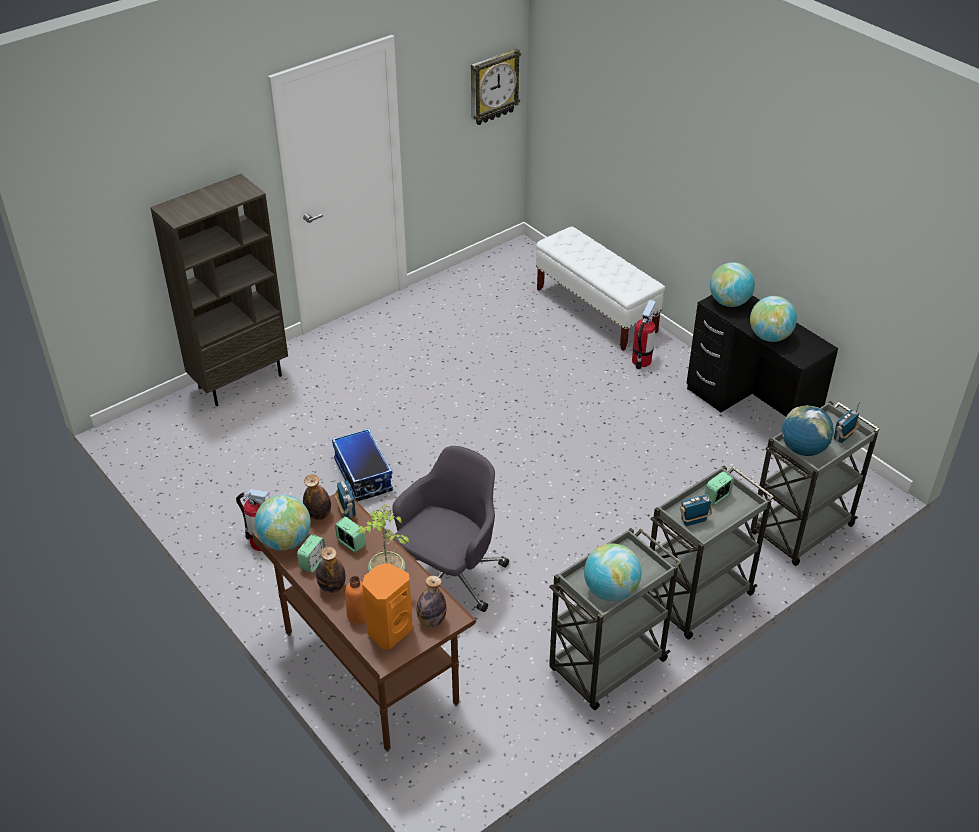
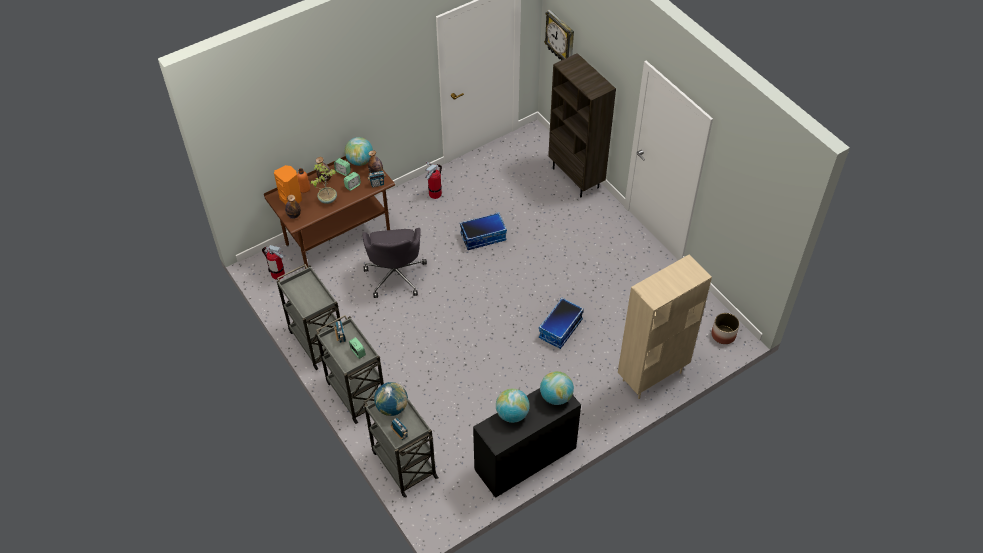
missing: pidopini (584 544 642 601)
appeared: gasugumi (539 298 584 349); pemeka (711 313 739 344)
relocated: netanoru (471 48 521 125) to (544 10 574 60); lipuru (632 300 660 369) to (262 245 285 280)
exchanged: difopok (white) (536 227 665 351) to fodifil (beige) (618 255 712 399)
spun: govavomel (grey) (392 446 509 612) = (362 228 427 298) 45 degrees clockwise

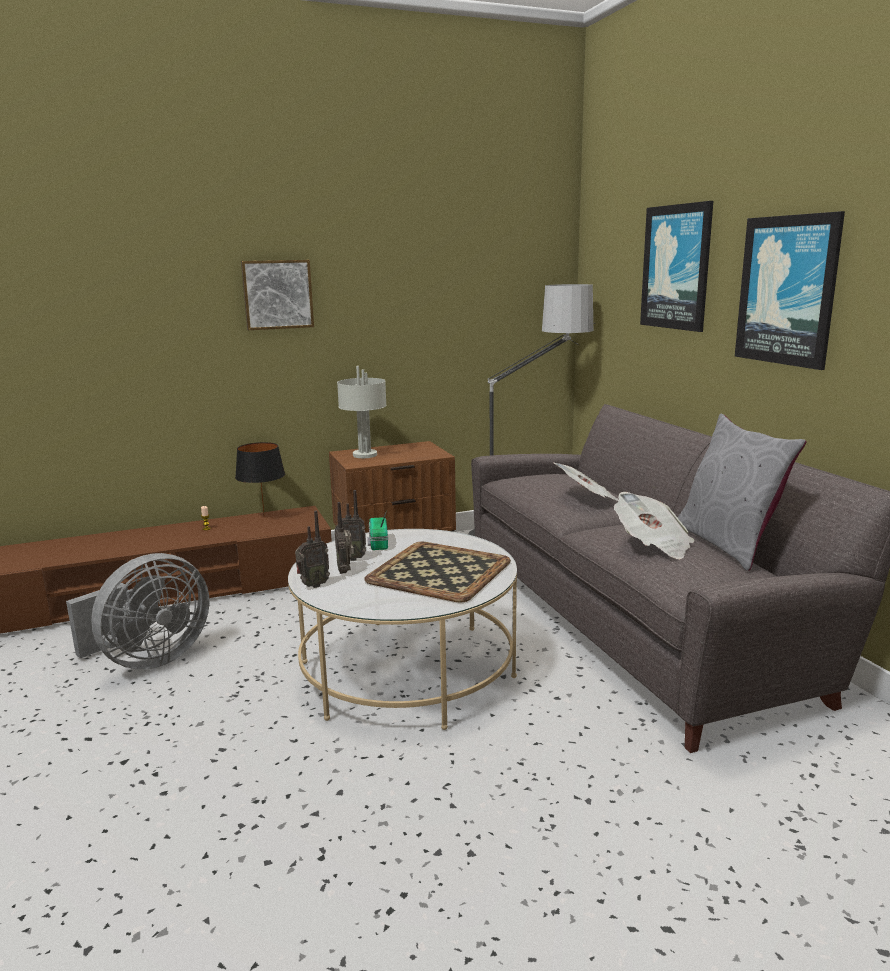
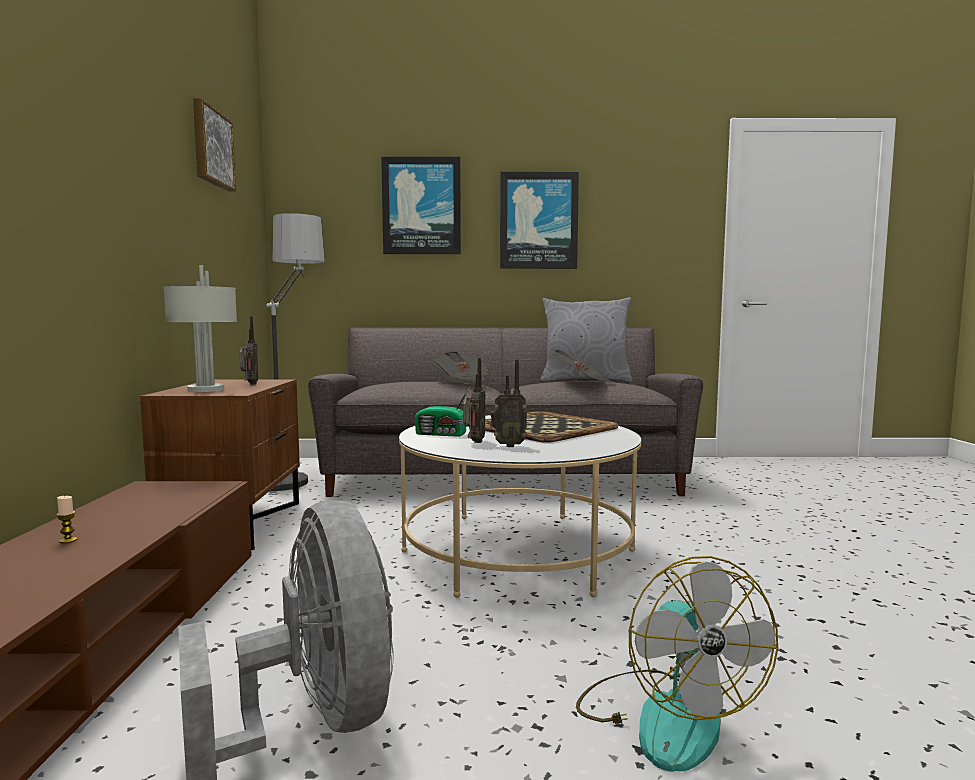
missing: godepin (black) (235 442 285 518)
appeared: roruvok (576 556 778 772)
relocated: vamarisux (241 260 314 330) to (193 98 236 192); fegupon (295 511 330 588) to (239 316 259 384)

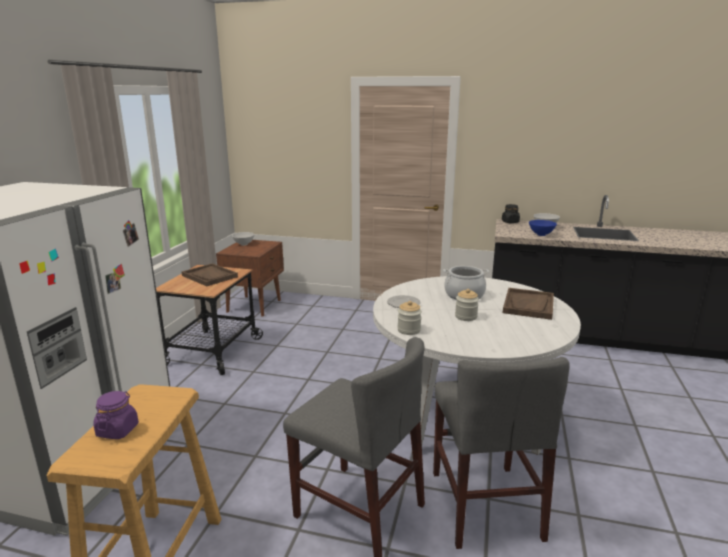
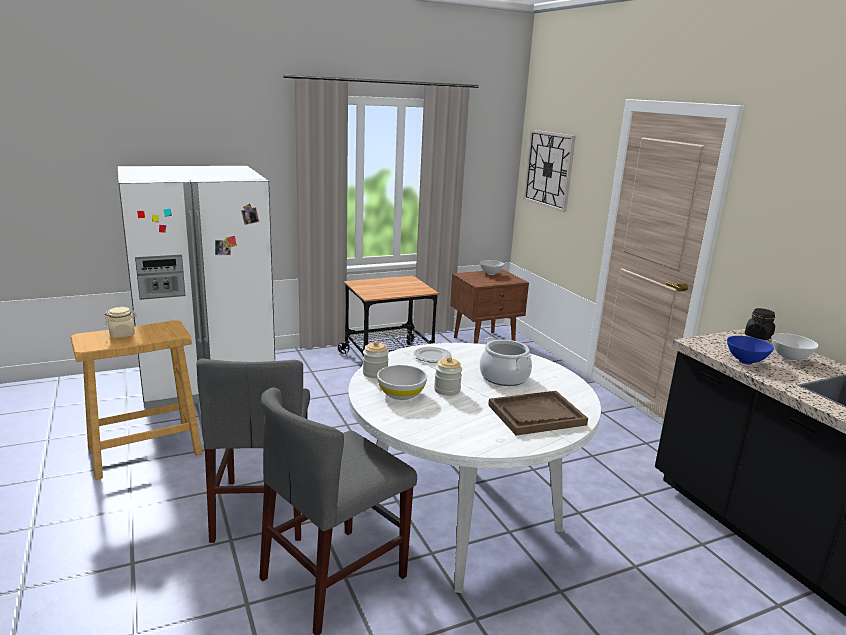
missing: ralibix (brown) (182 263 238 286)
appeared: netanoru (523 130 576 212); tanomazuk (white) (377 365 427 400)
colour: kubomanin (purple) (93 391 139 439) to kubomanin (beige) (105 307 137 338)

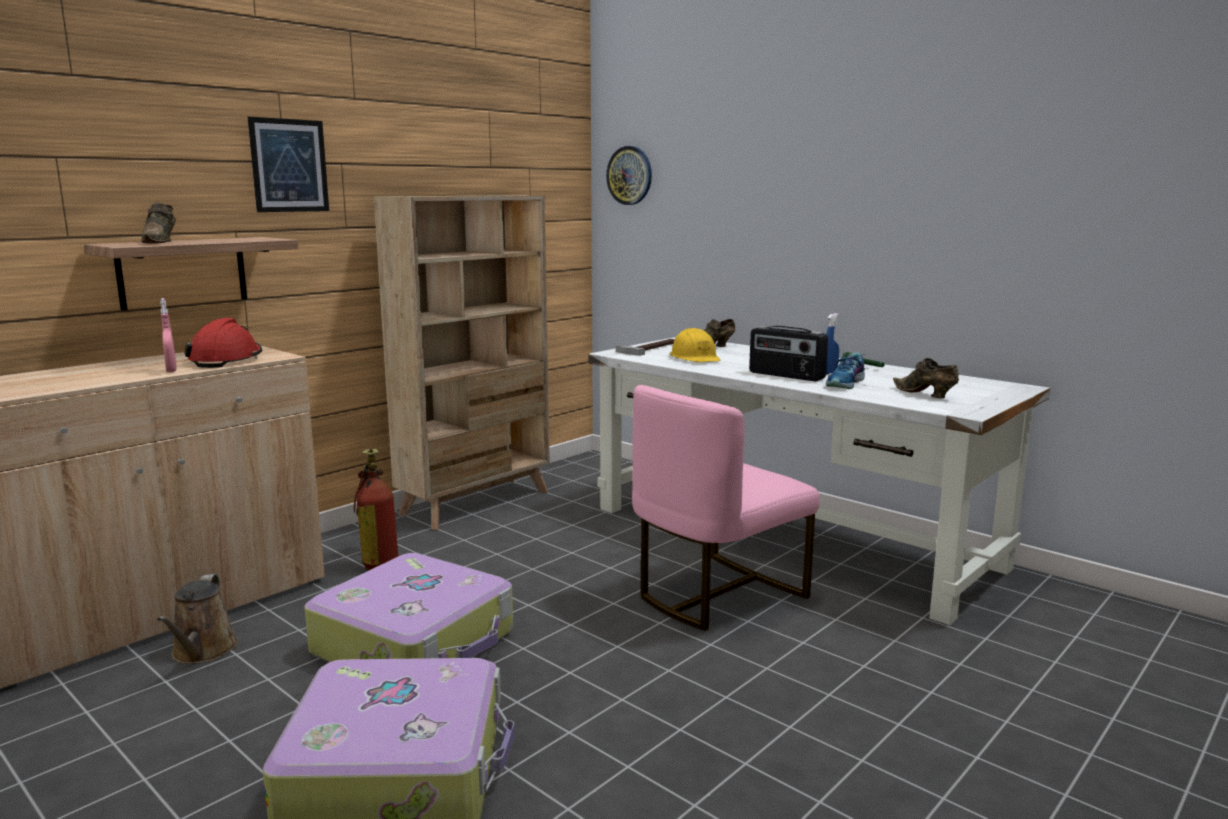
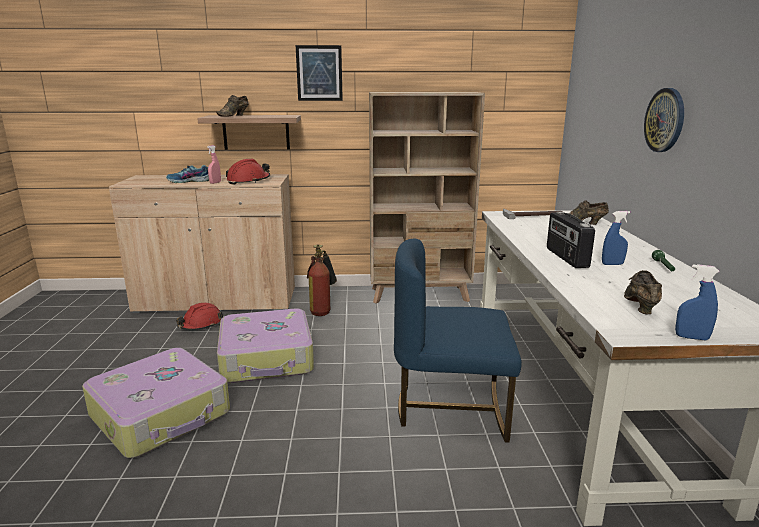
missing: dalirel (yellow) (670 328 721 362)
appeared: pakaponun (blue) (675 264 720 340)
relocated: netanoru (606 146 652 205) to (644 88 684 152); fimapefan (826 352 865 389) to (166 165 209 183)
exchanged: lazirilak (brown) (157 574 239 664) to dalirel (red) (176 303 223 330)
colour: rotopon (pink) (632 385 820 631) to rotopon (blue) (394 239 522 443)

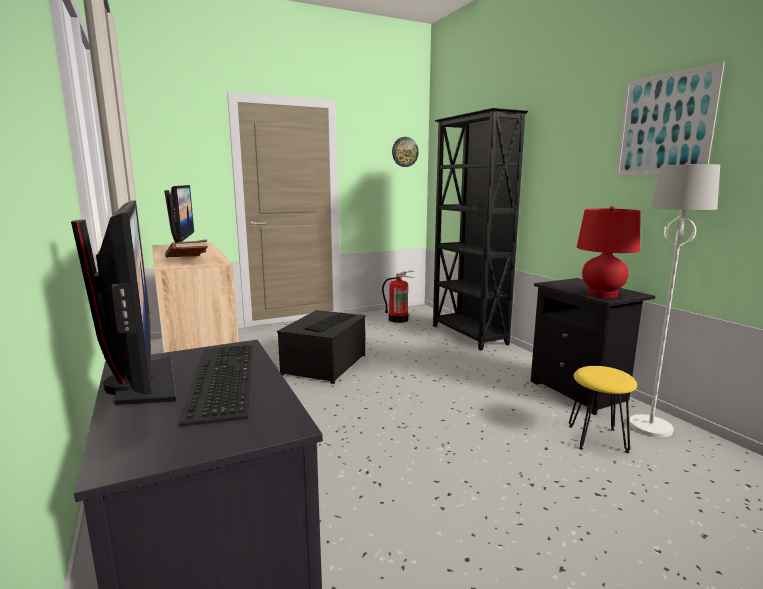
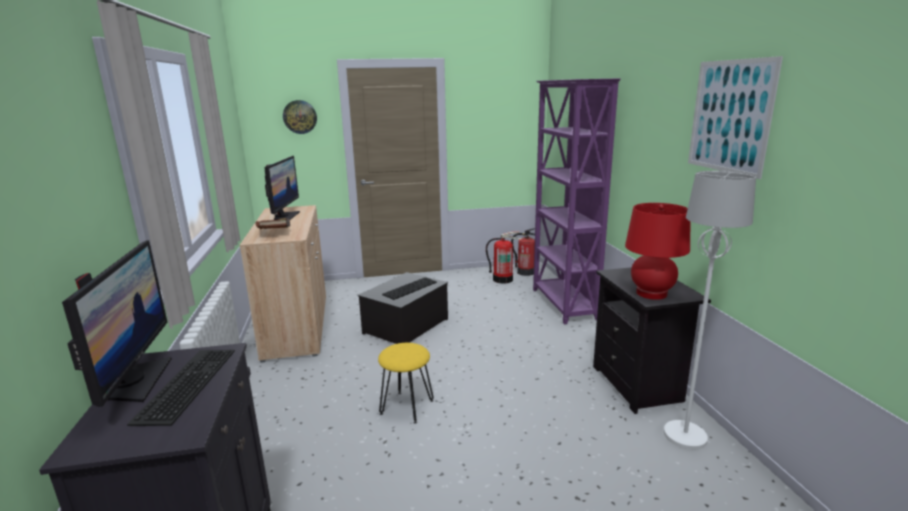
appeared: lipuru (511 228 535 276)
relocated: netanoru (392 137 419 167) to (283 100 317 134); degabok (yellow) (569 366 637 453) to (378 343 434 424)
colour: fodifil (black) (433 108 528 351) to fodifil (purple) (533 78 621 325)

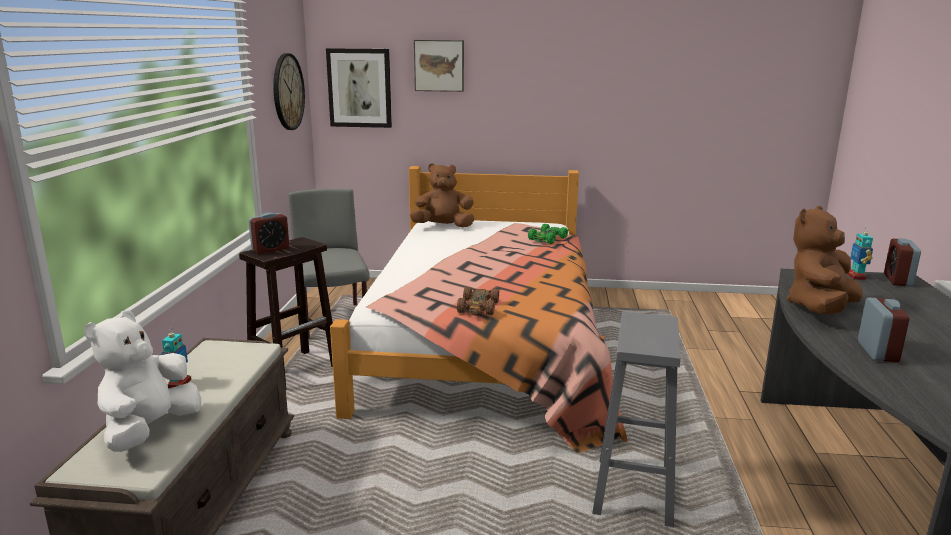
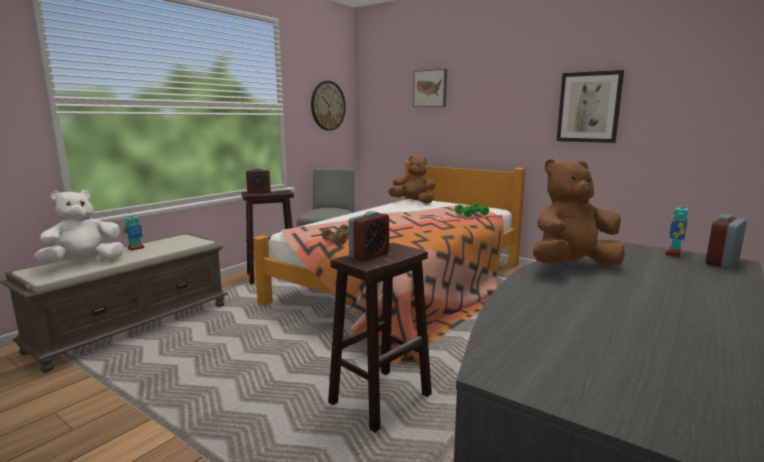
relocated: vamarisux (326 48 392 128) to (556 70 624 143); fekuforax (858 298 909 362) to (348 211 389 261)
colour: degabok (grey) (592 312 680 527) to degabok (brown) (328 243 432 432)

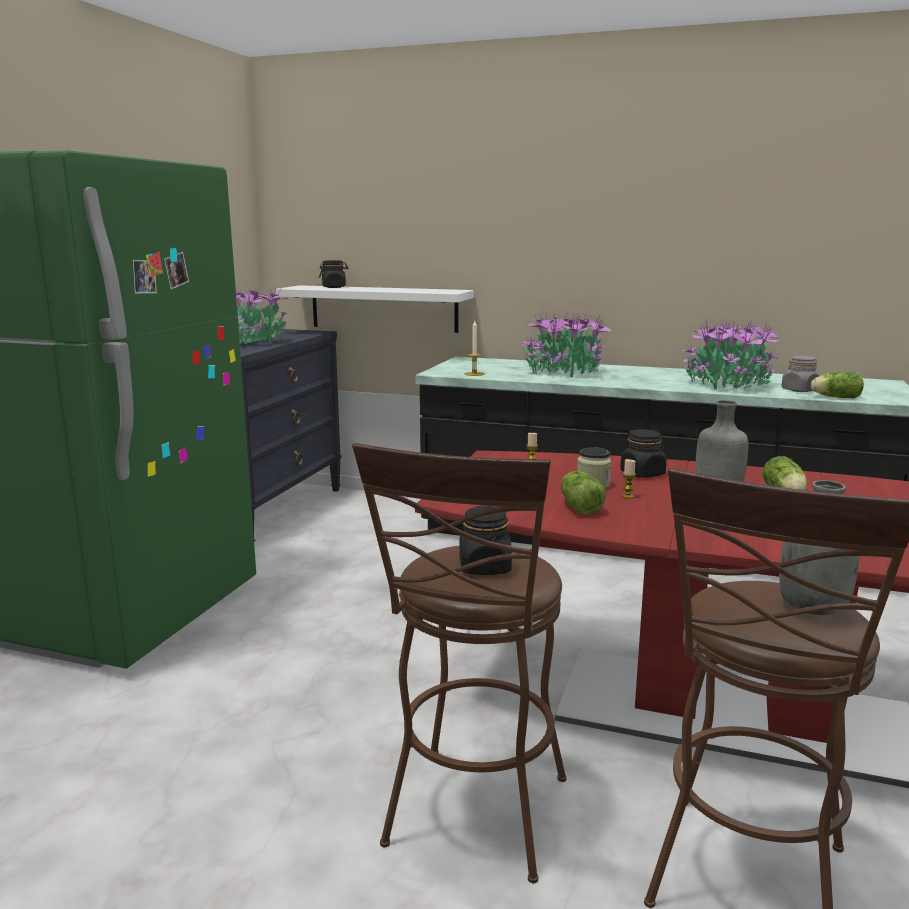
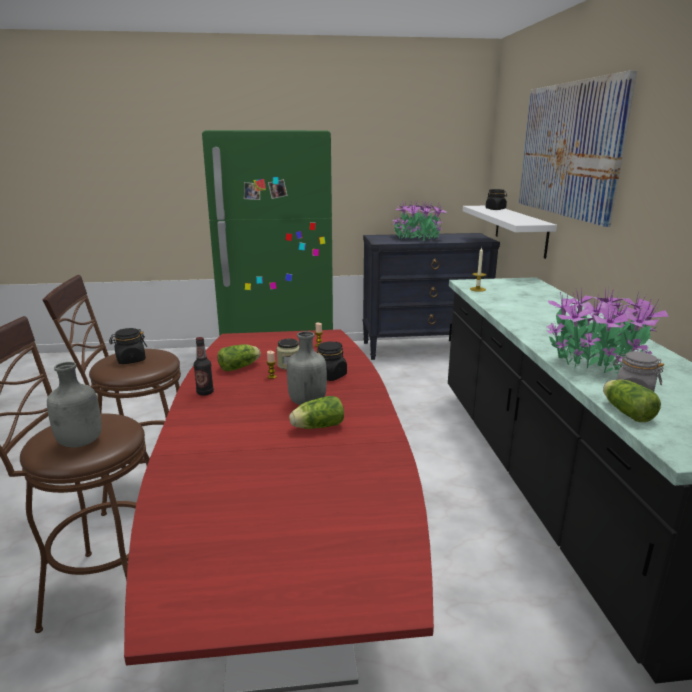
missing: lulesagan (521 310 611 377)
appeared: vamarisux (518 70 637 227); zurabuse (194 337 214 396)

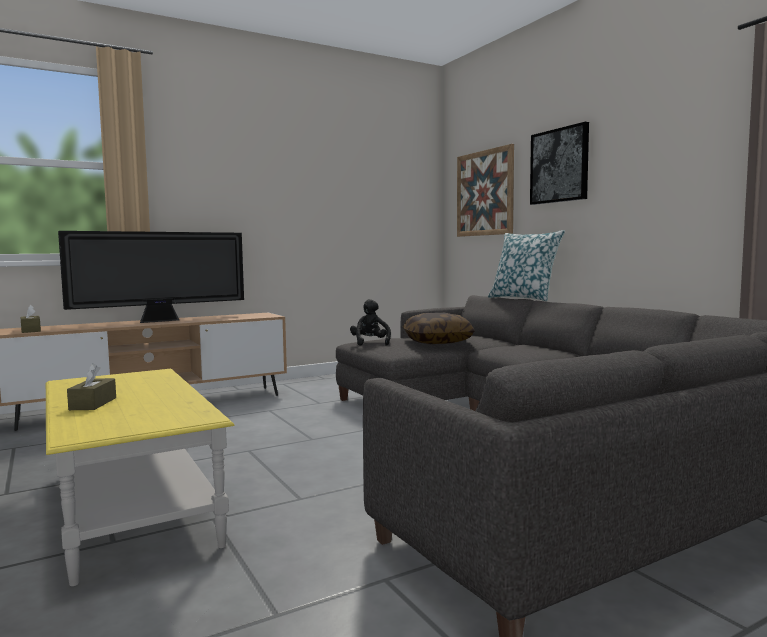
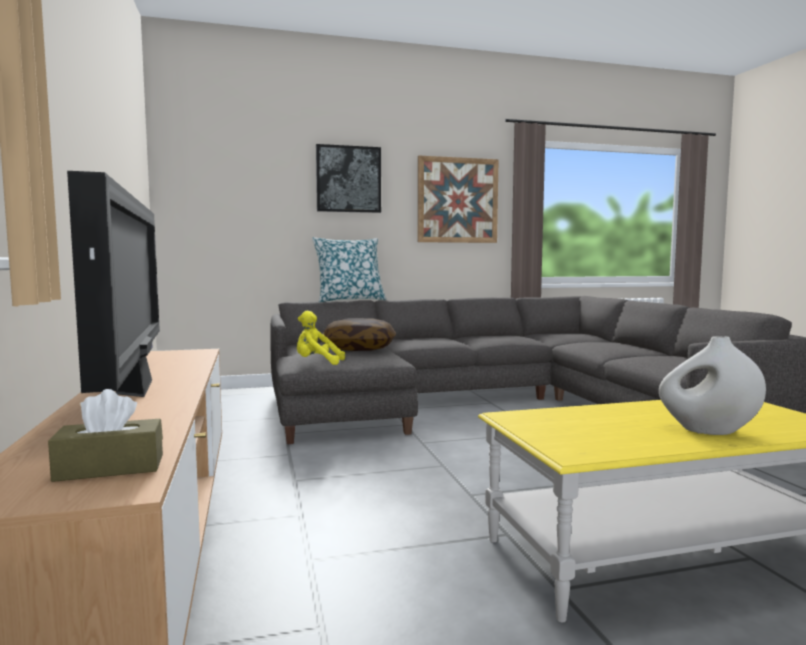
relocated: vamarisux (457 144 514 237) to (418 156 499 243)
exchanged: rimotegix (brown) (67 363 116 410) to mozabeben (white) (659 336 766 435)
colour: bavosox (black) (350 299 391 346) to bavosox (yellow) (297 311 345 365)

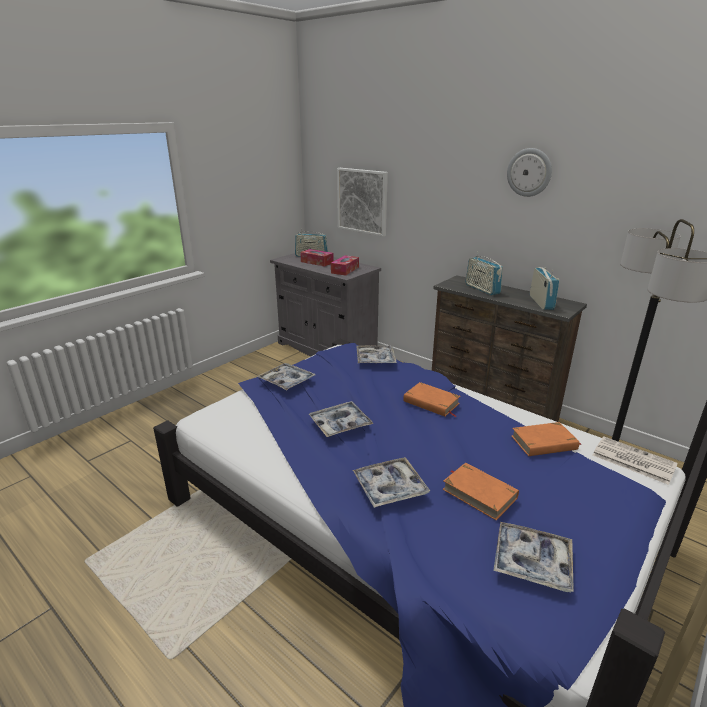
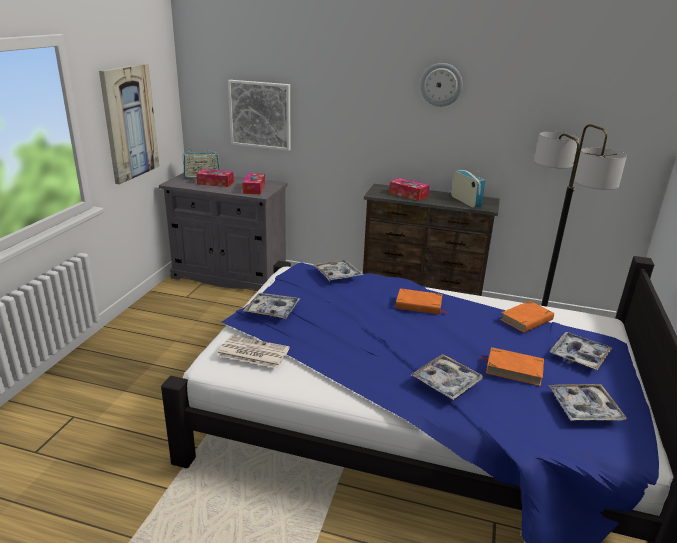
appeared: vamarisux (99 64 160 184)
relocated: ralibix (309 401 373 437) to (550 332 612 370); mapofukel (593 437 678 485) to (217 335 290 368)
exchanged: fegupon (465 252 503 296) to rimotegix (389 178 430 201)

